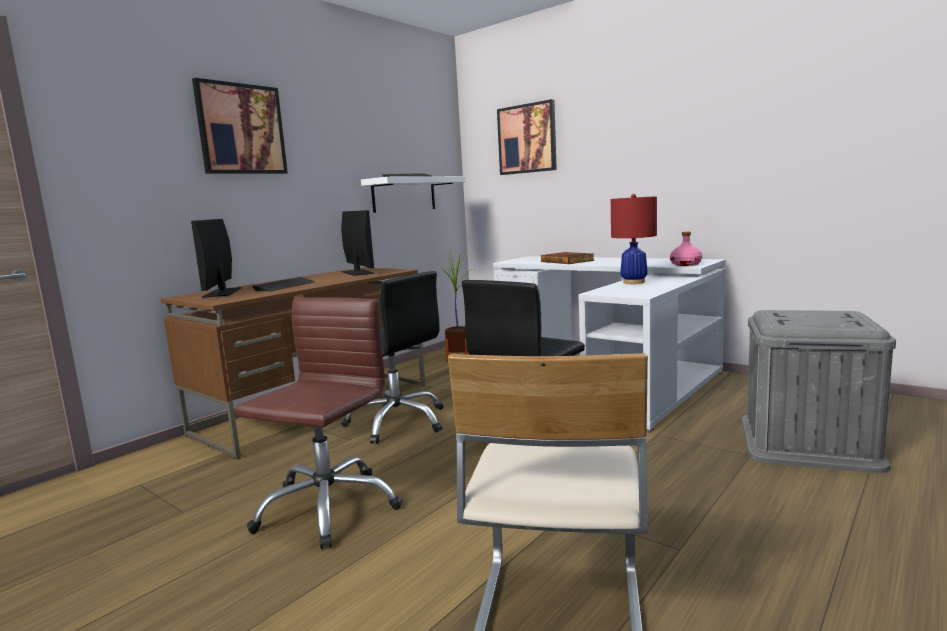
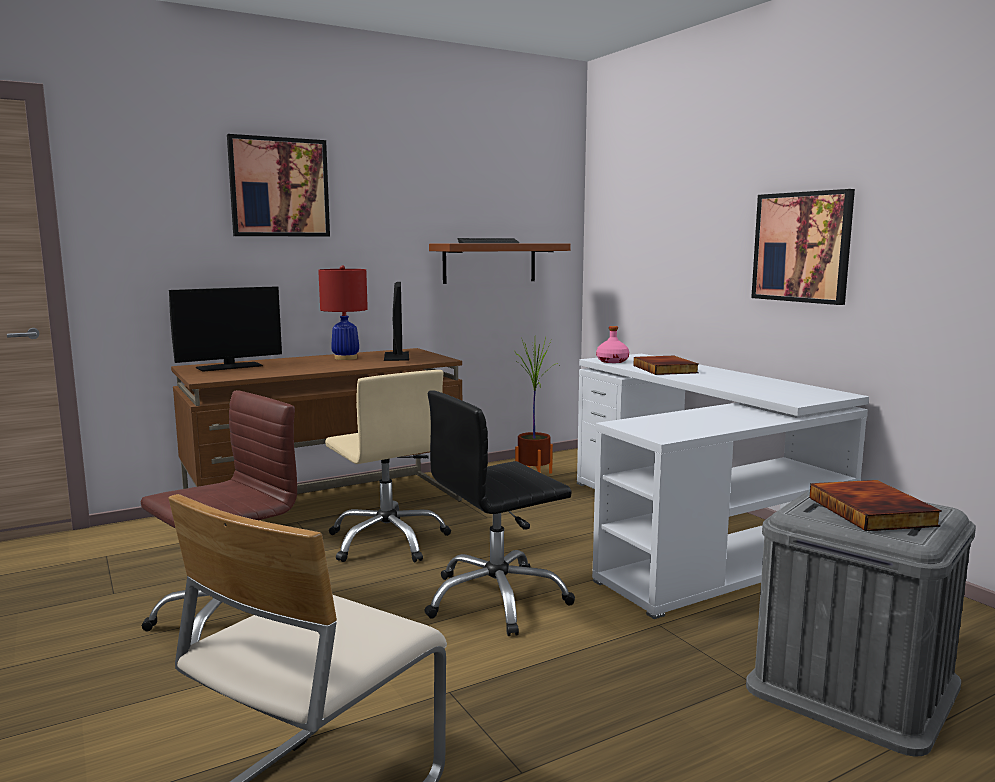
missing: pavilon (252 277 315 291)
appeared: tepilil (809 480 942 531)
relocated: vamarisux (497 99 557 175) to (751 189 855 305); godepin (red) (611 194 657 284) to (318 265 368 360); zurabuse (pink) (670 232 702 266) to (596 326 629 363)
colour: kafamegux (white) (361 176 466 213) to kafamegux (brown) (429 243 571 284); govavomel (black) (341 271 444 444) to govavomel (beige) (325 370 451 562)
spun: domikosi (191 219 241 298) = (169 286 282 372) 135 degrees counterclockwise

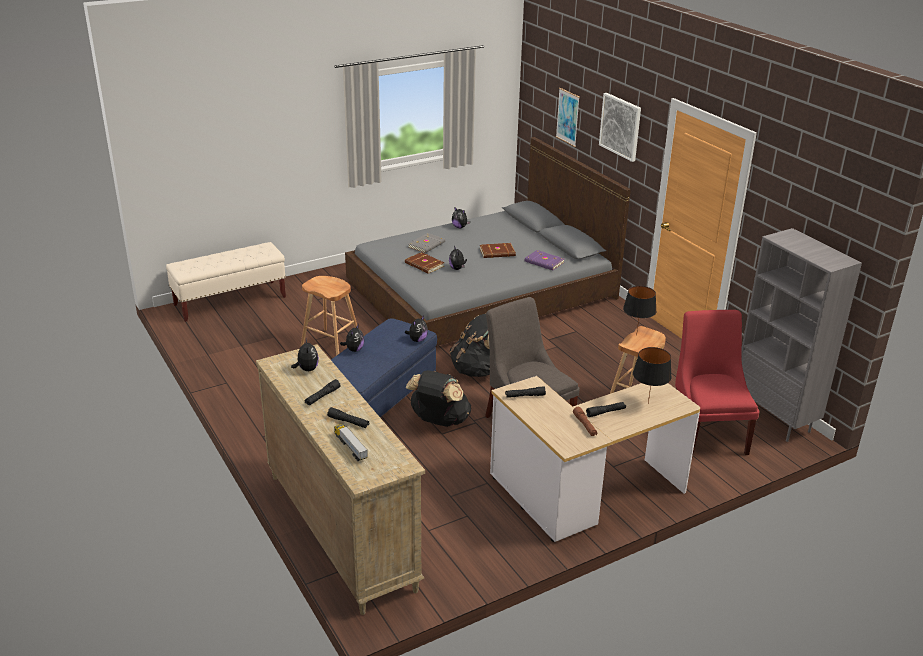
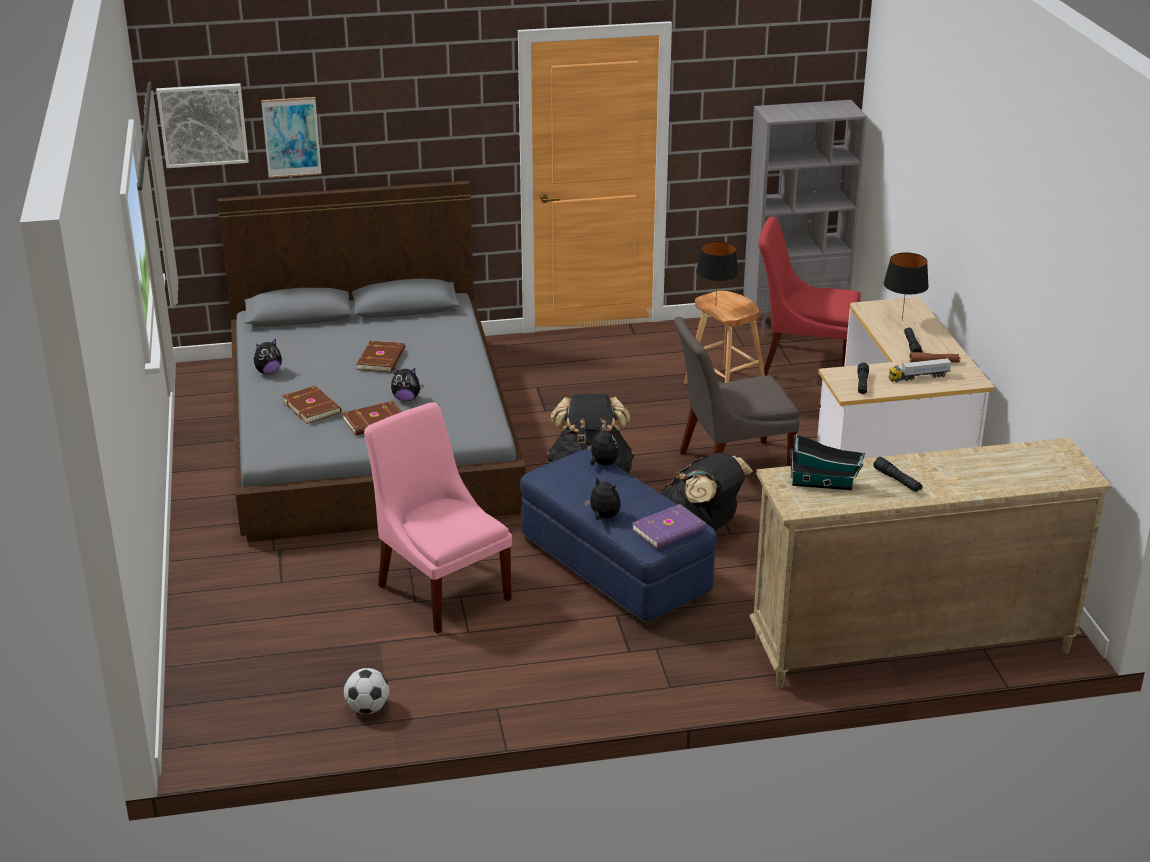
missing: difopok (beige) (166 242 286 322); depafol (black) (327 407 369 428)
appeared: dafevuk (344 668 390 714)
relocated: vamarisux (599 93 641 162) to (156 83 249 168); tepilil (purple) (525 250 565 270) to (632 504 706 549); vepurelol (334 424 368 461) to (889 358 952 382)
exchanged: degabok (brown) (301 276 357 356) to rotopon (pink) (364 402 512 634); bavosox (291 339 319 371) to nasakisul (790 434 865 490)
colour: tepilil (grey) (408 233 445 253) to tepilil (brown) (282 386 341 424)

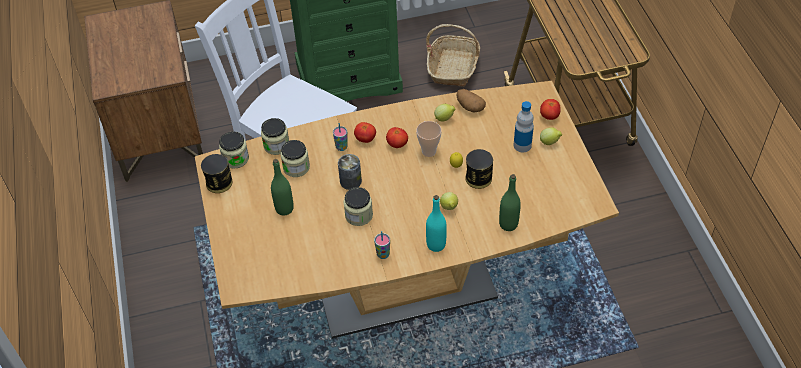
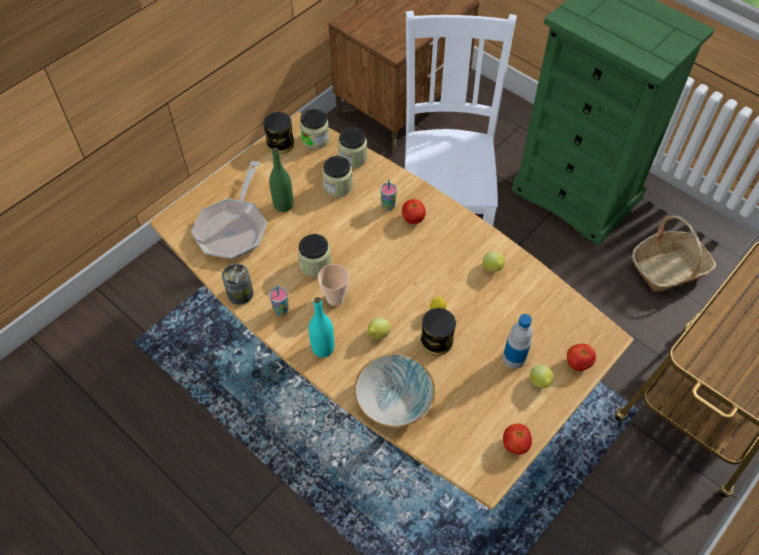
missing: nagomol (456 89 486 113)
appeared: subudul (191 161 267 259)
relocated: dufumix (416 121 442 157) to (318 264 349 306); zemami (386 127 408 148) to (503 424 532 455); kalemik (338 154 362 190) to (222 264 253 305)
exchanged: zurabuse (green) (499 174 521 231) to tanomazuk (354 354 435 427)

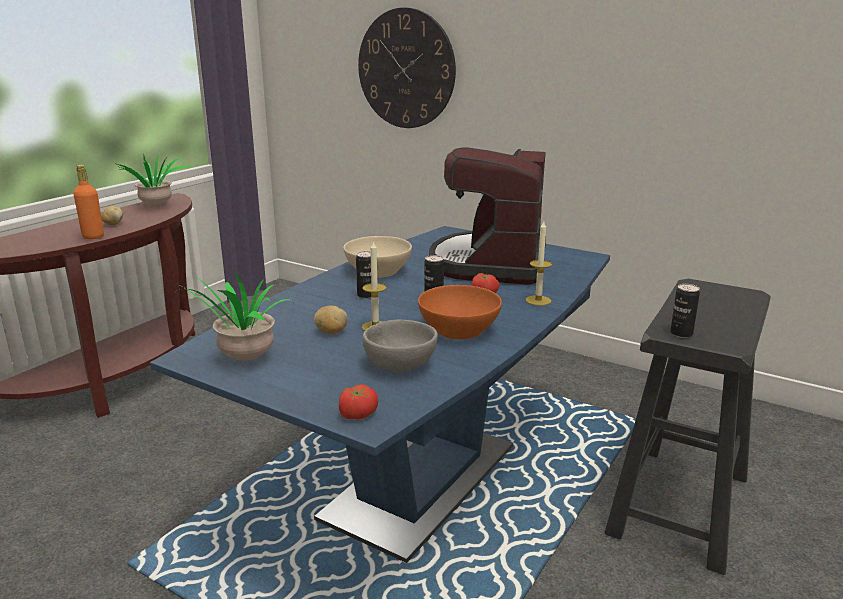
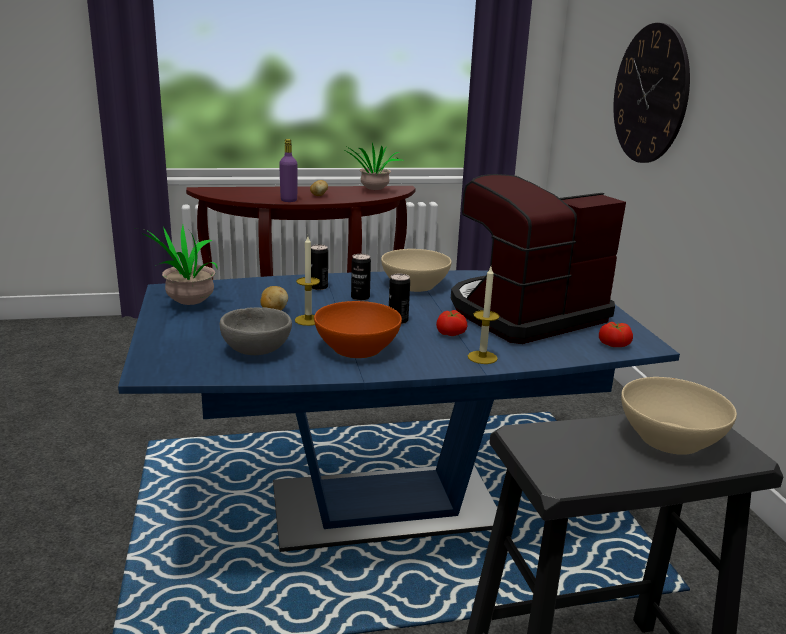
appeared: tanomazuk (beige) (621 377 737 455)
relocated: kalemik (670 284 700 338) to (311 244 328 290); zemami (339 384 378 420) to (599 322 633 347)
colour: zurabuse (orange) (73 164 104 239) to zurabuse (purple) (279 139 297 202)

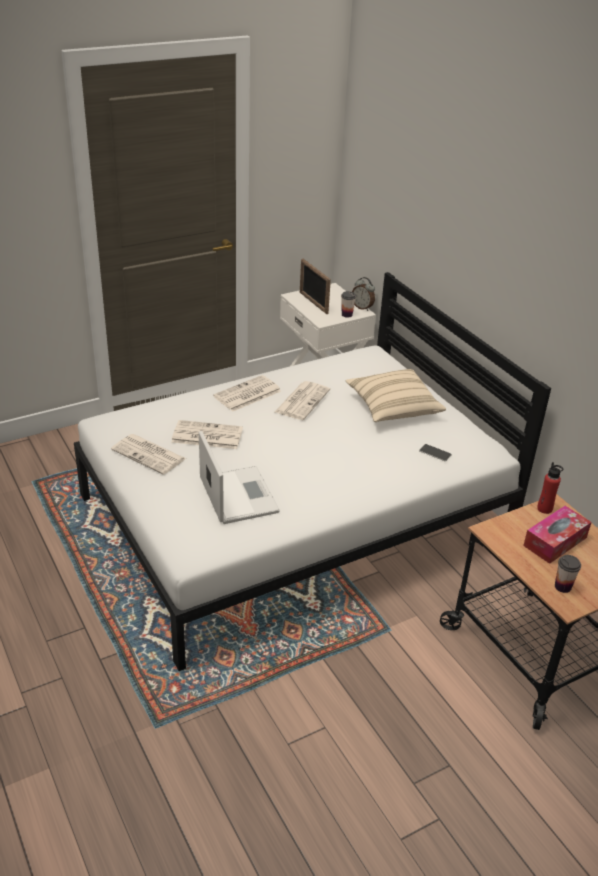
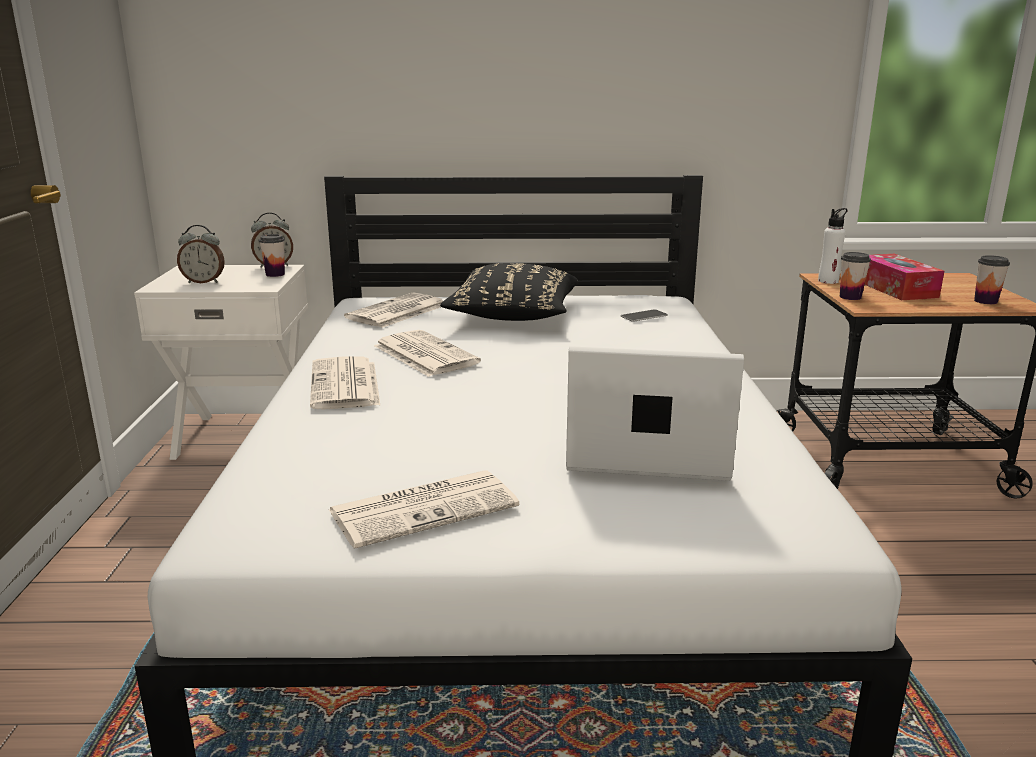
appeared: dufumix (840 252 871 300)
relocated: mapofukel (171 420 243 449) to (344 293 443 328)
exchanged: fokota (300 259 331 314) to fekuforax (177 225 225 283)
colour: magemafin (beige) (346 369 446 422) to magemafin (black) (440 263 578 321); zurabuse (red) (537 462 563 514) to zurabuse (white) (818 208 848 284)

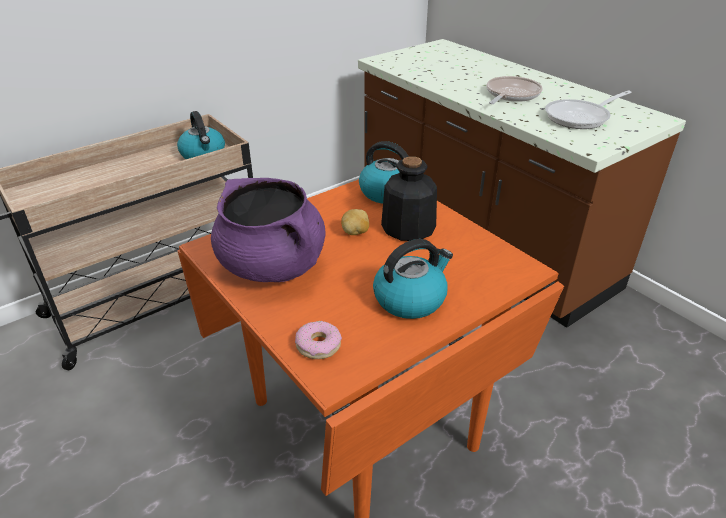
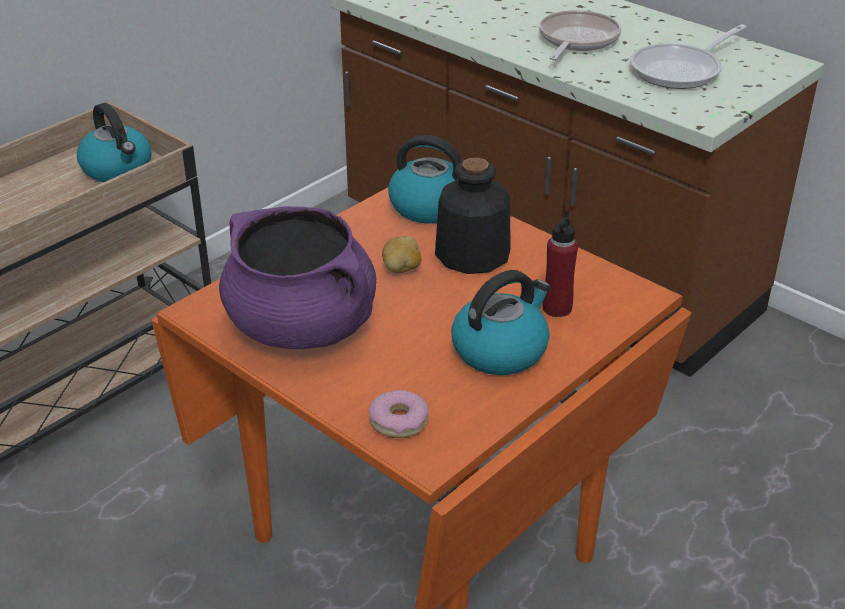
appeared: zurabuse (red) (543 211 578 317)

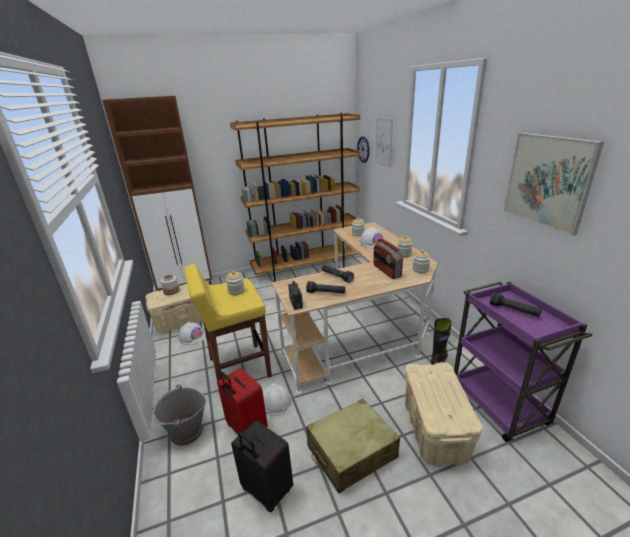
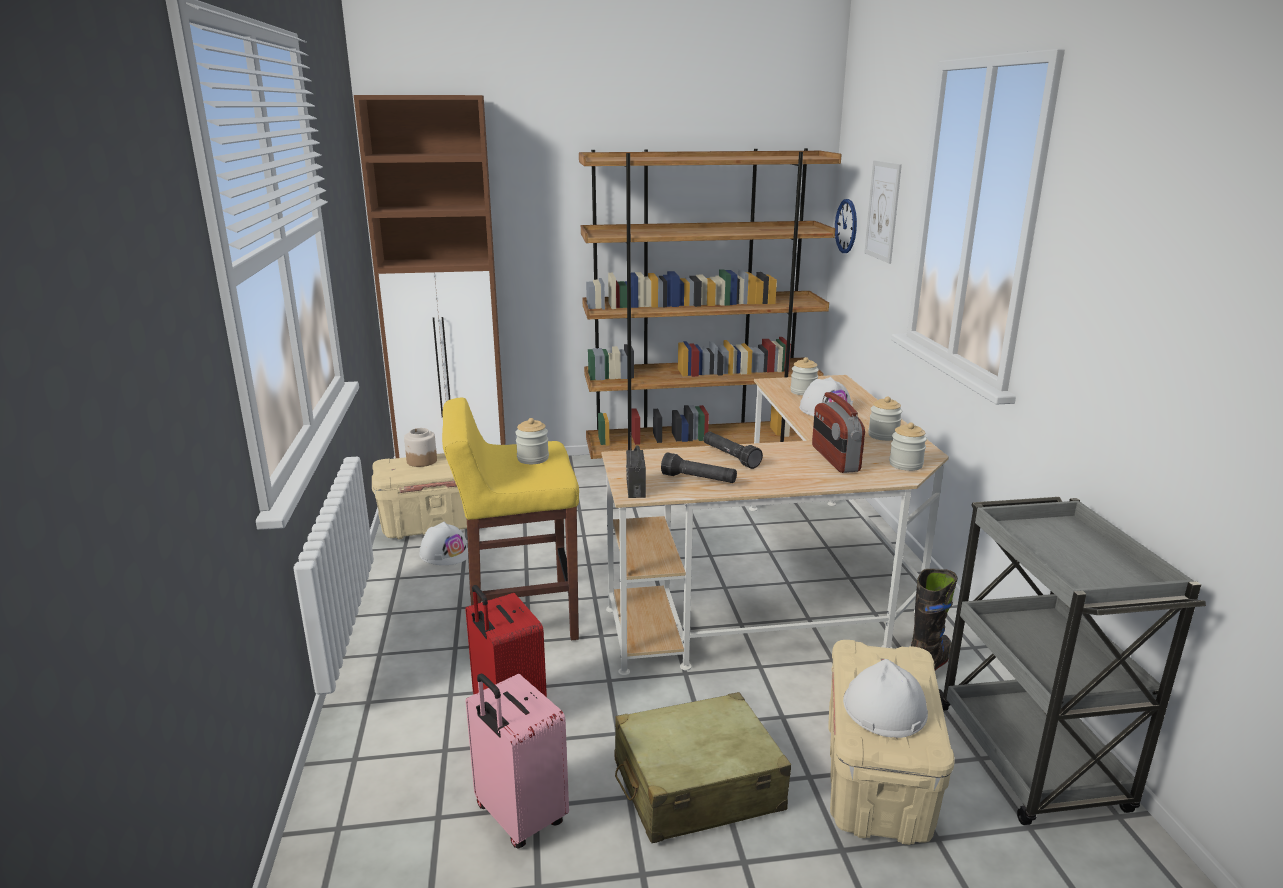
missing: vamarisux (504 133 604 236); depafol (black) (490 292 542 317); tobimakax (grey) (152 384 207 446)
relocated: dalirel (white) (263 383 292 416) to (843 659 928 738)
colour: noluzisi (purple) (454 281 592 442) to noluzisi (grey) (939 497 1206 825); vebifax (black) (231 420 293 512) to vebifax (pink) (466 674 569 849)

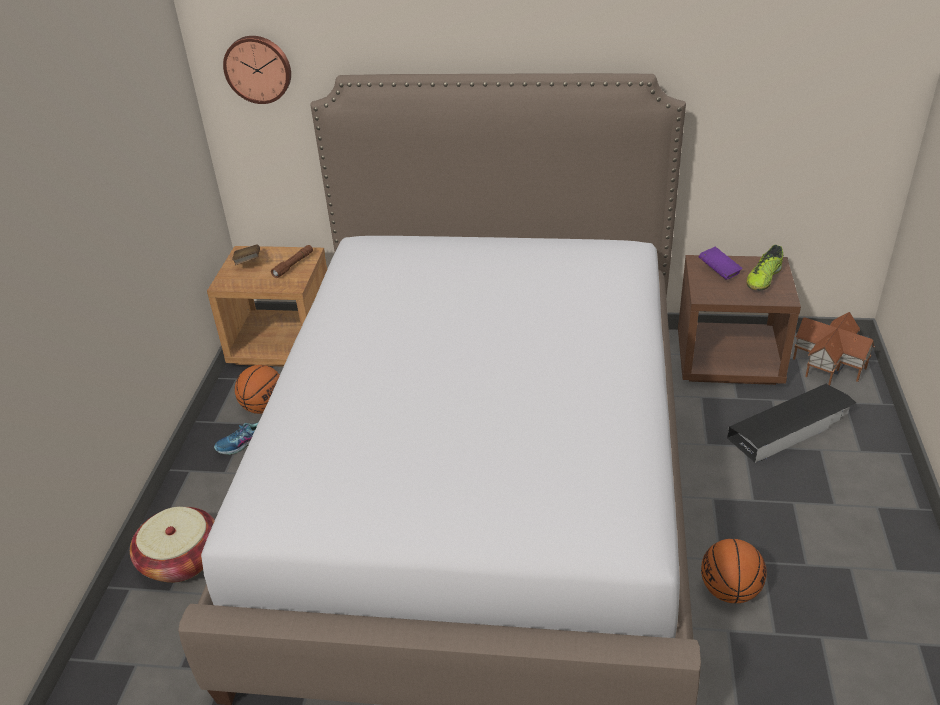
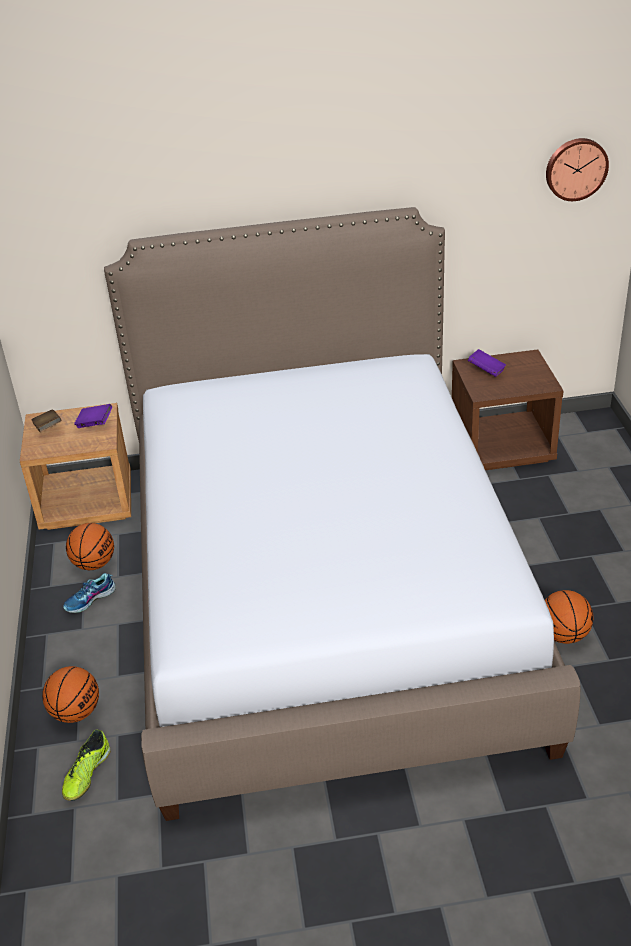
missing: nasakisul (793 312 875 385); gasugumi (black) (727 384 856 463)
relocated: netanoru (223 36 291 104) to (546 138 609 201); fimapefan (746 245 783 290) to (62 730 111 801)
exchanged: depafol (brown) (271 245 313 278) to tepilil (purple) (74 404 112 428); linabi (130 507 215 583) to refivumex (42 666 99 723)

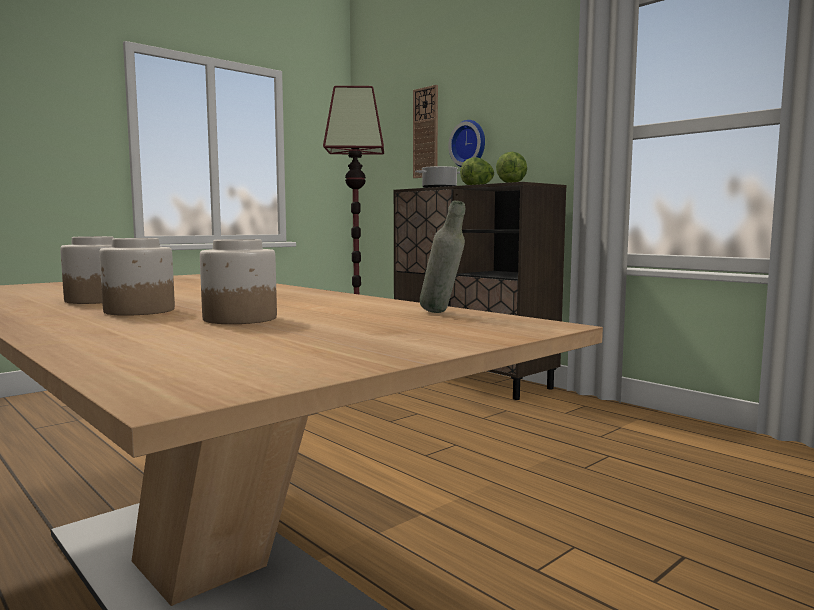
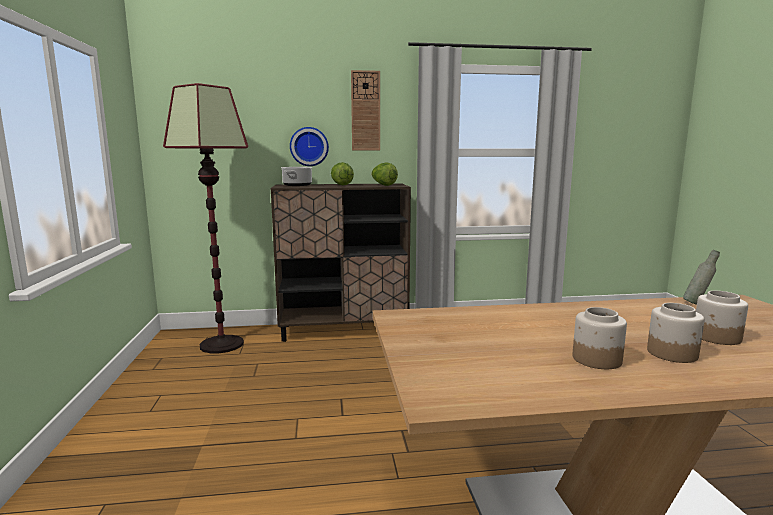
relocated: netanoru (413 85 438 178) to (351 70 380 150)

